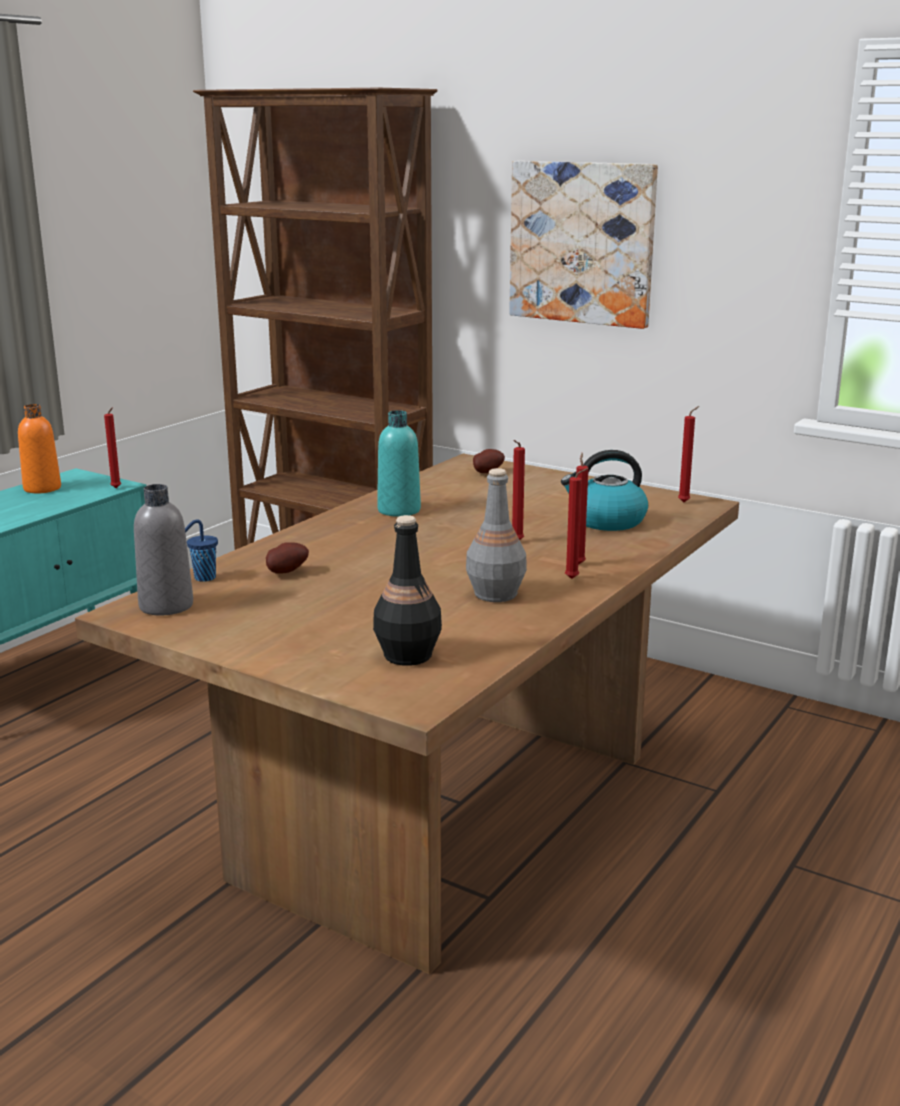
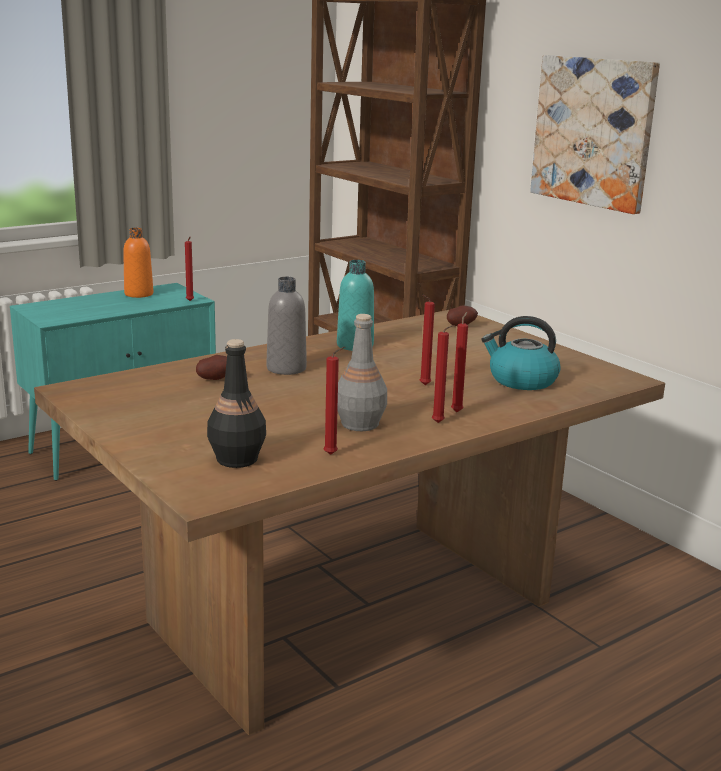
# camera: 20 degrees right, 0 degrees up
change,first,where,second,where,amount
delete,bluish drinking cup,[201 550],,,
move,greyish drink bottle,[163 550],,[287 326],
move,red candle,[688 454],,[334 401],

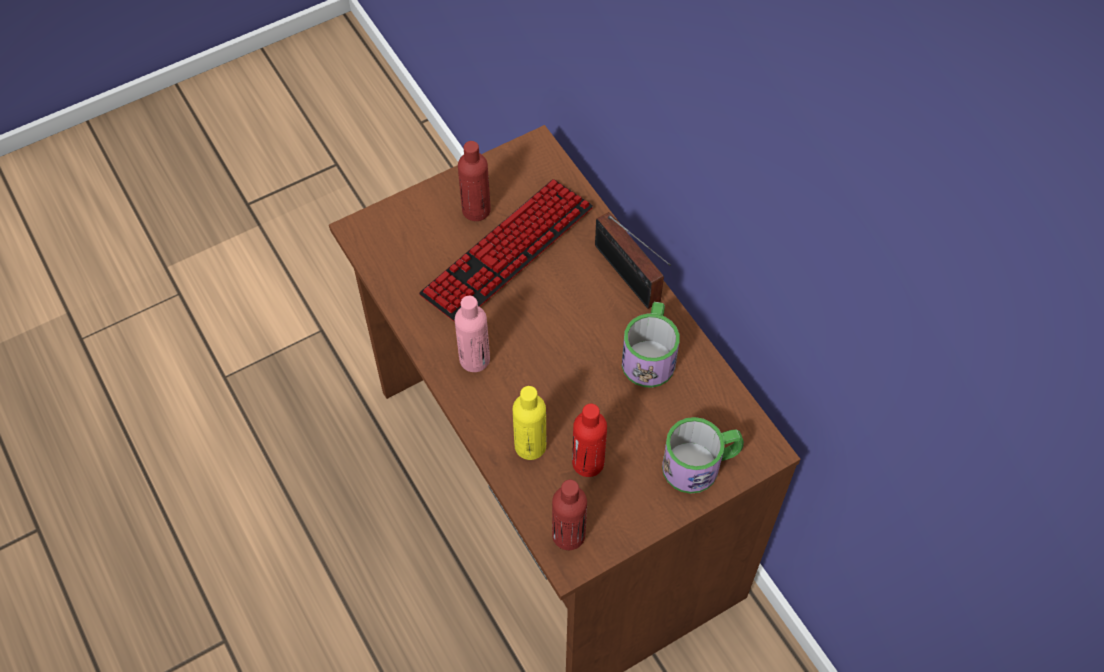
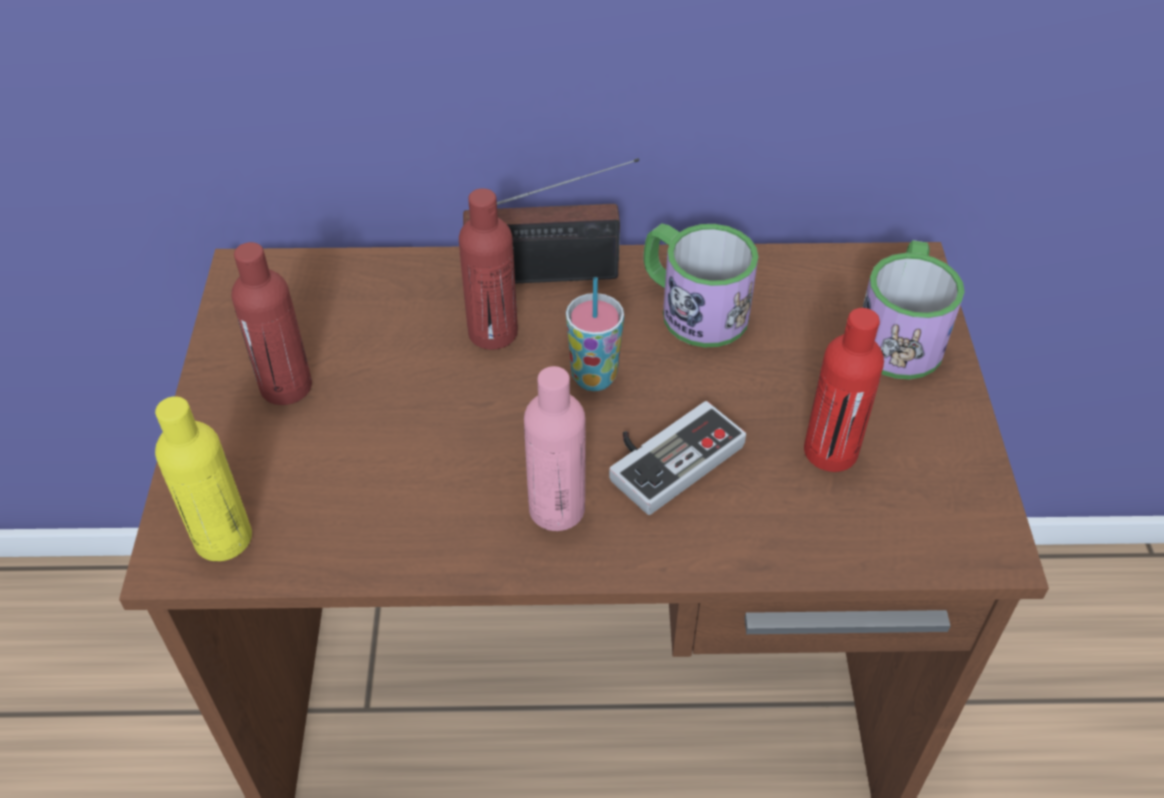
# camera: 60 degrees left, 10 degrees down
change,first,where,second,where,amount
delete,computer keyboard,[506 250],,,
insert,,,drinking cup,[595 334],
insert,,,game controller,[677 458],
move,yellowish drink bottle,[529 423],,[203 478],
move,red drink bottle,[569 515],,[488 269],

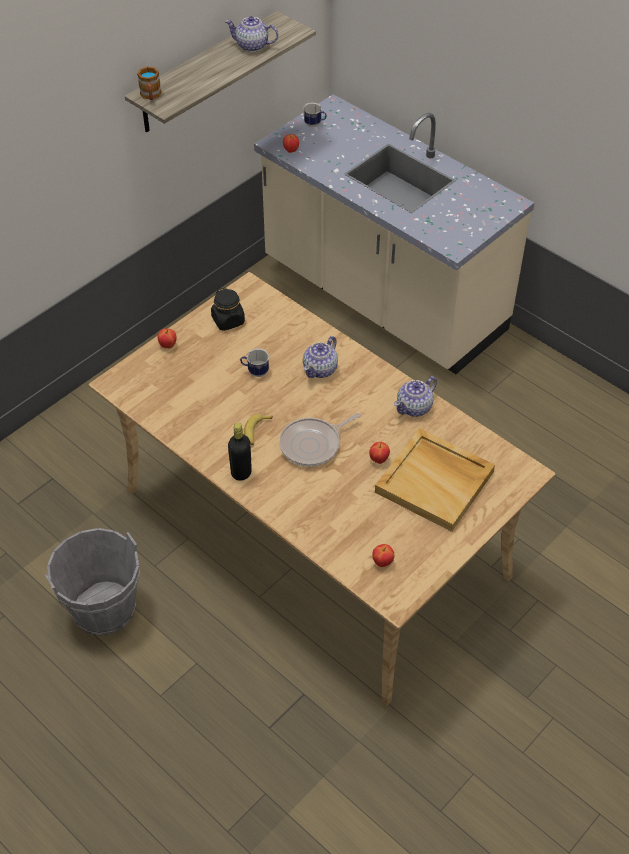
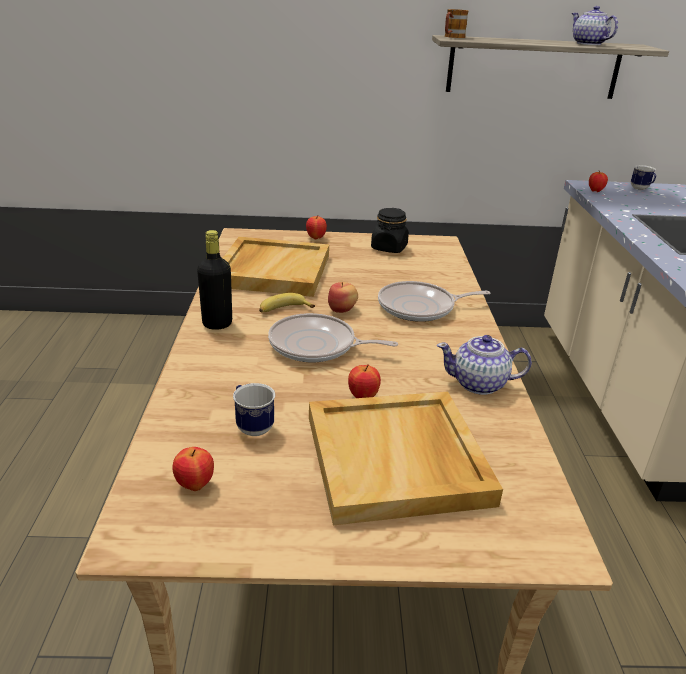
# camera: 45 degrees right, 20 degrees down
change,first,where,second,where,amount
delete,greyish pail,[92 582],,,
insert,,,sand-coloured carrying tray,[276 267],
insert,,,apple fruit,[343 297],
move,mug,[254 362],,[254 409],
replace,tea pot,[320 357],frying pan,[434 301],

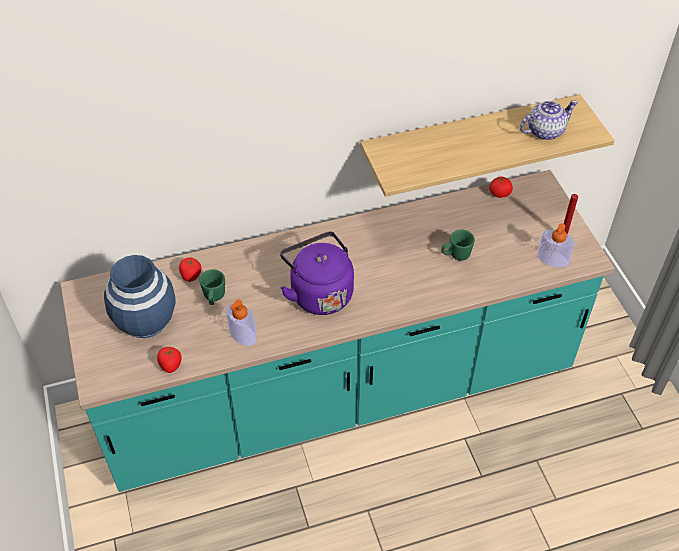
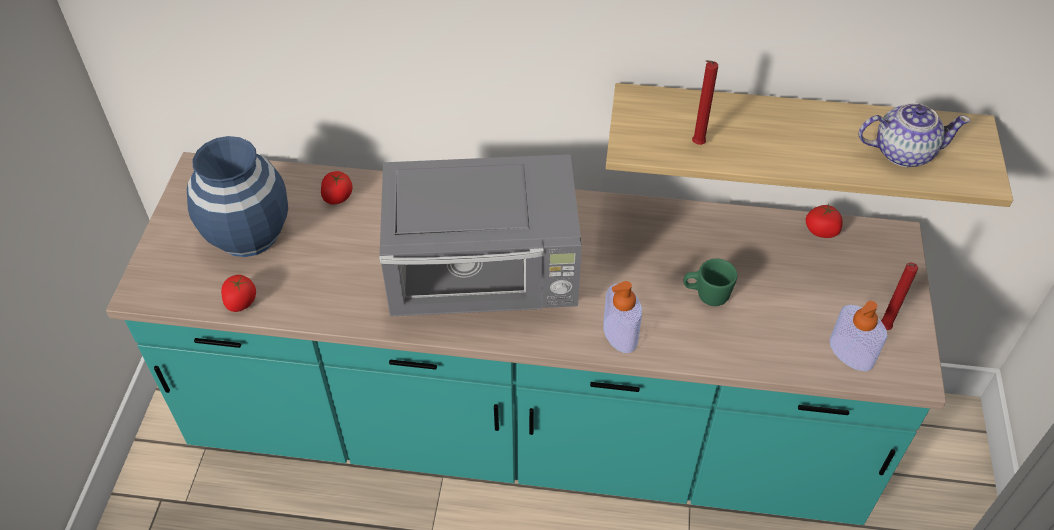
# camera: 25 degrees right, 0 degrees up
change,first,where,second,where,amount
delete,green mug,[212 287],,,
insert,,,red candle,[705 102],
move,soap bottle,[241 322],,[622 317],
replace,purple-coloured kettle,[317 273],greyish kitchen microwave,[480 235],

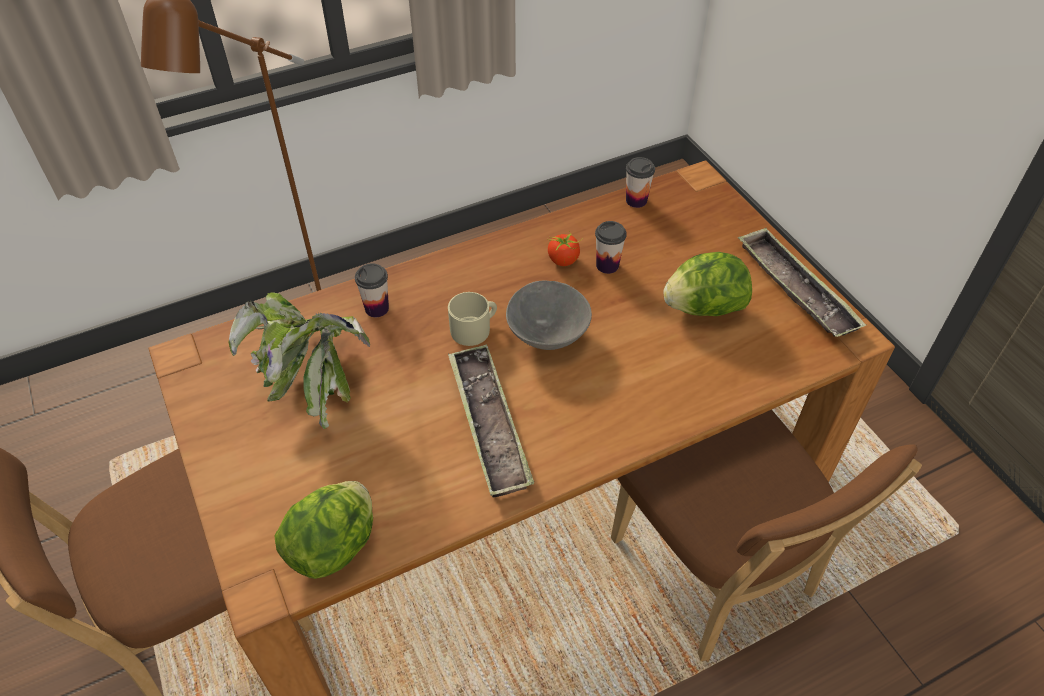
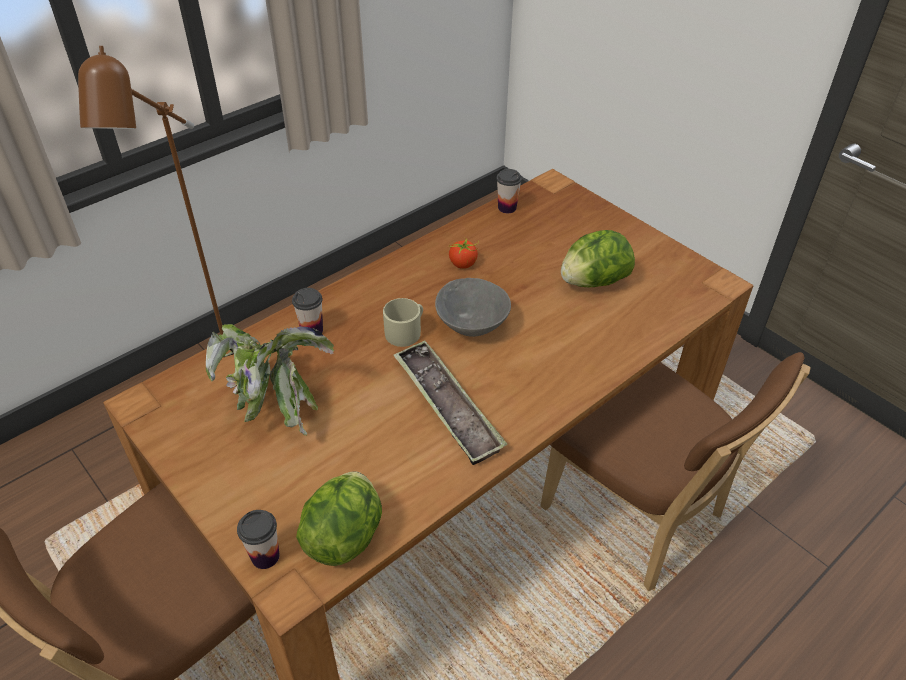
# camera: 15 degrees left, 5 degrees down
change,first,where,second,where,amount
delete,carrying tray,[802 282],,,
move,drinking cup,[611 247],,[258 539],

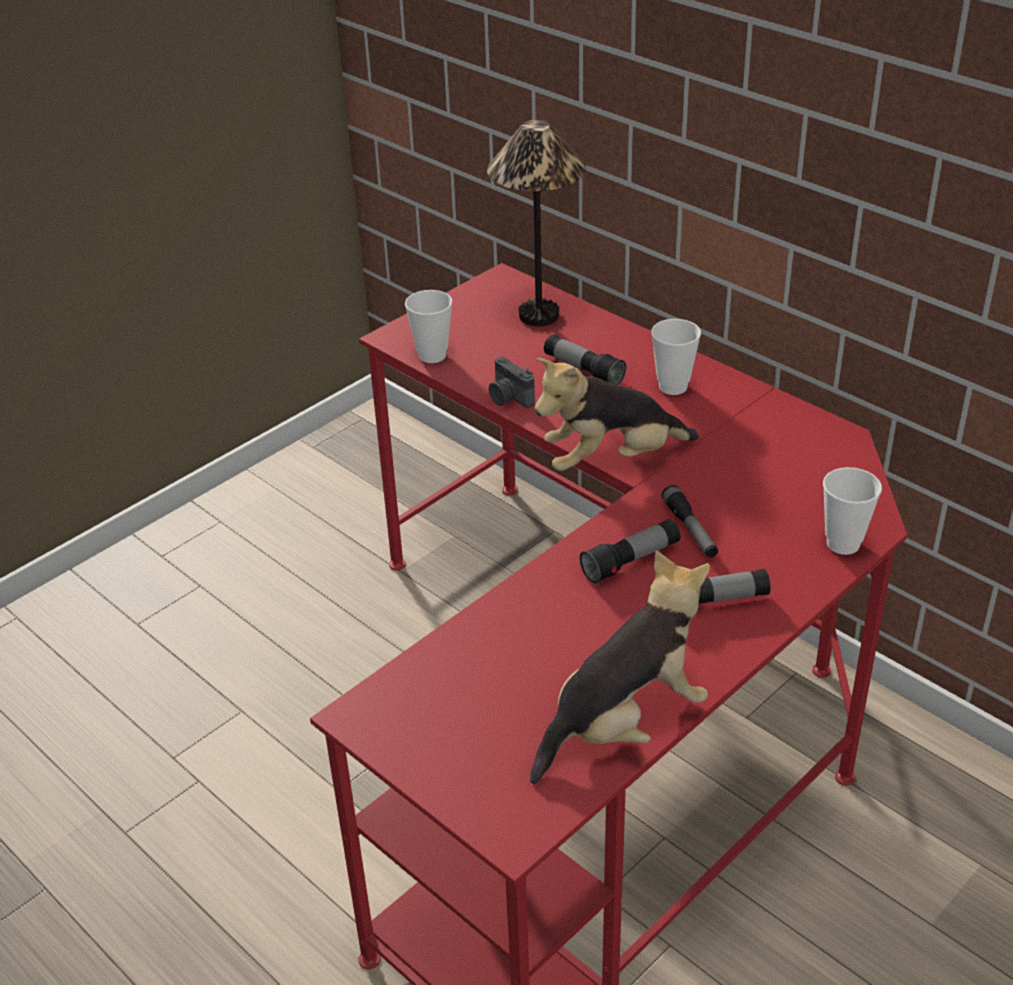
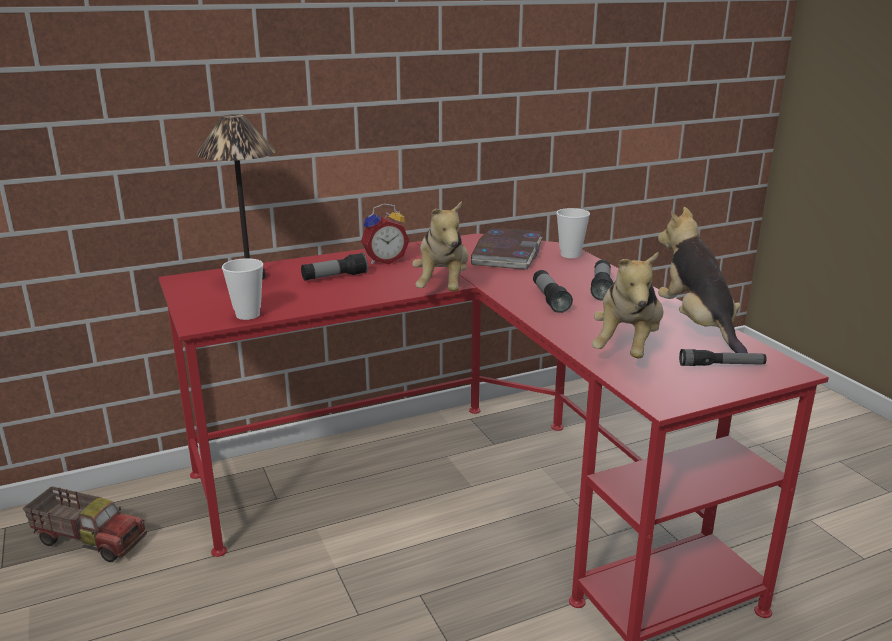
# camera: 70 degrees left, 15 degrees down
change,first,where,second,where,amount
delete,still camera,[512 382],,,
insert,,,toy lorry,[85 524],
insert,,,book,[506 249],
insert,,,plush toy,[627 304],
move,torch,[689 521],,[723 357],
replace,drinking cup,[676 357],alarm clock,[385 233],

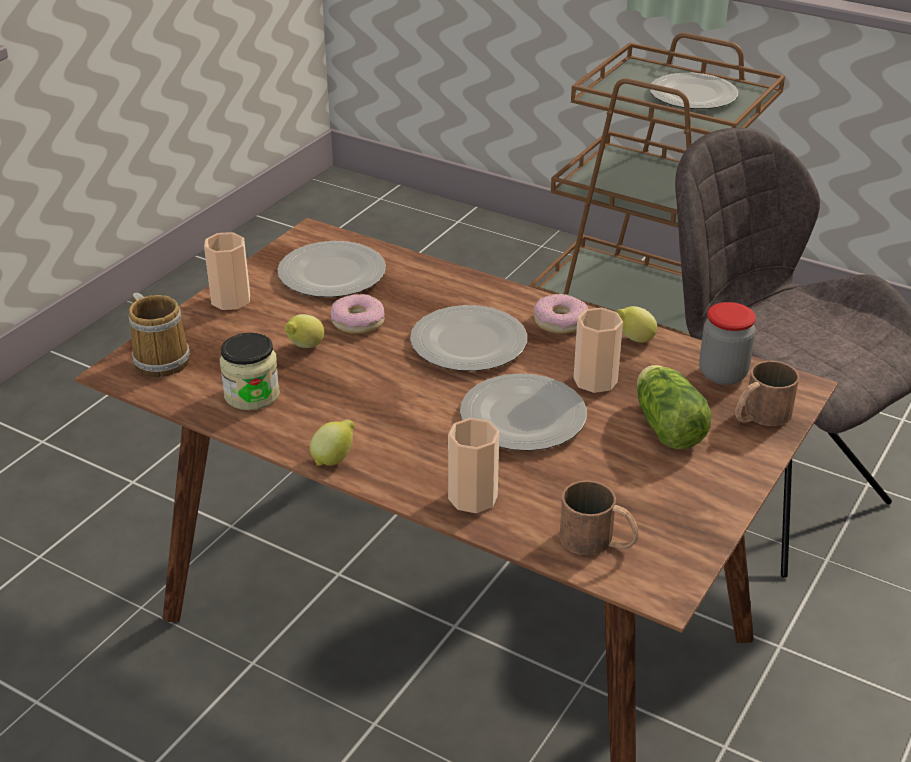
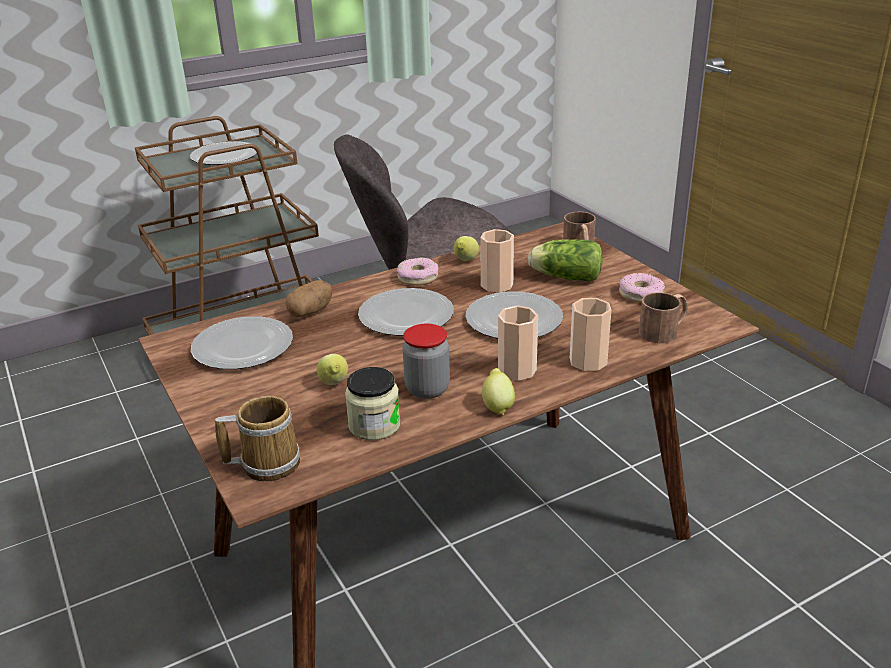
# camera: 60 degrees left, 5 degrees down
change,first,where,second,where,amount
insert,,,whole potato,[308 298],
move,drinking cup,[227 271],,[518 343],
move,donut,[357 314],,[642 288],
move,preserve jar,[727 343],,[426 361],

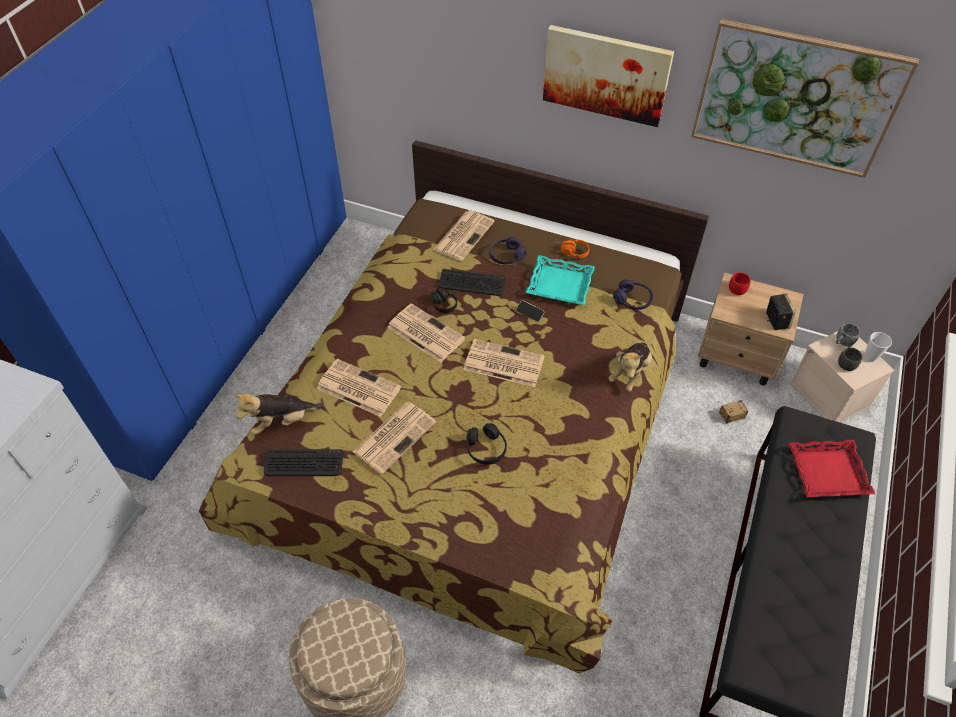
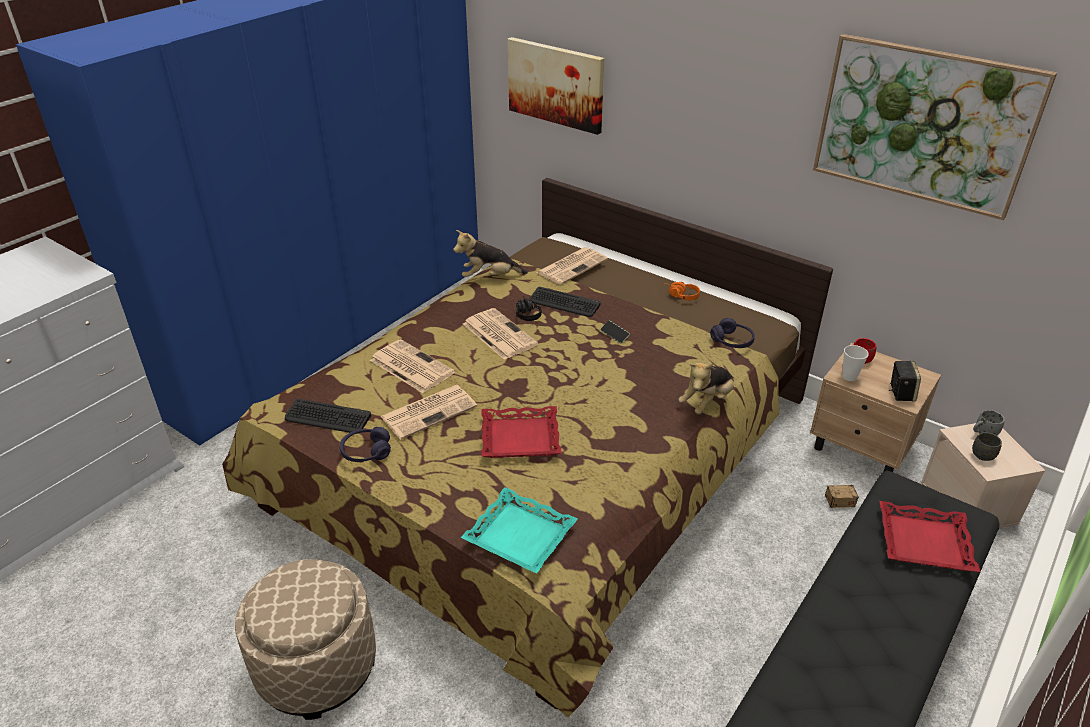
# camera: 15 degrees right, 15 degrees down
change,first,where,second,where,amount
delete,printed paper,[504 363],,,
move,plush toy,[279 414],,[490 253],
move,purple-coloured pair of headphones,[508 250],,[365 444],
move,turquoise carrying tray,[560 280],,[519 530],
move,wall picture,[608 76],,[555 86],
move,drinking cup,[878 347],,[855 363],
replace,blackish pair of headphones,[486 444],red carrying tray,[522 432],

